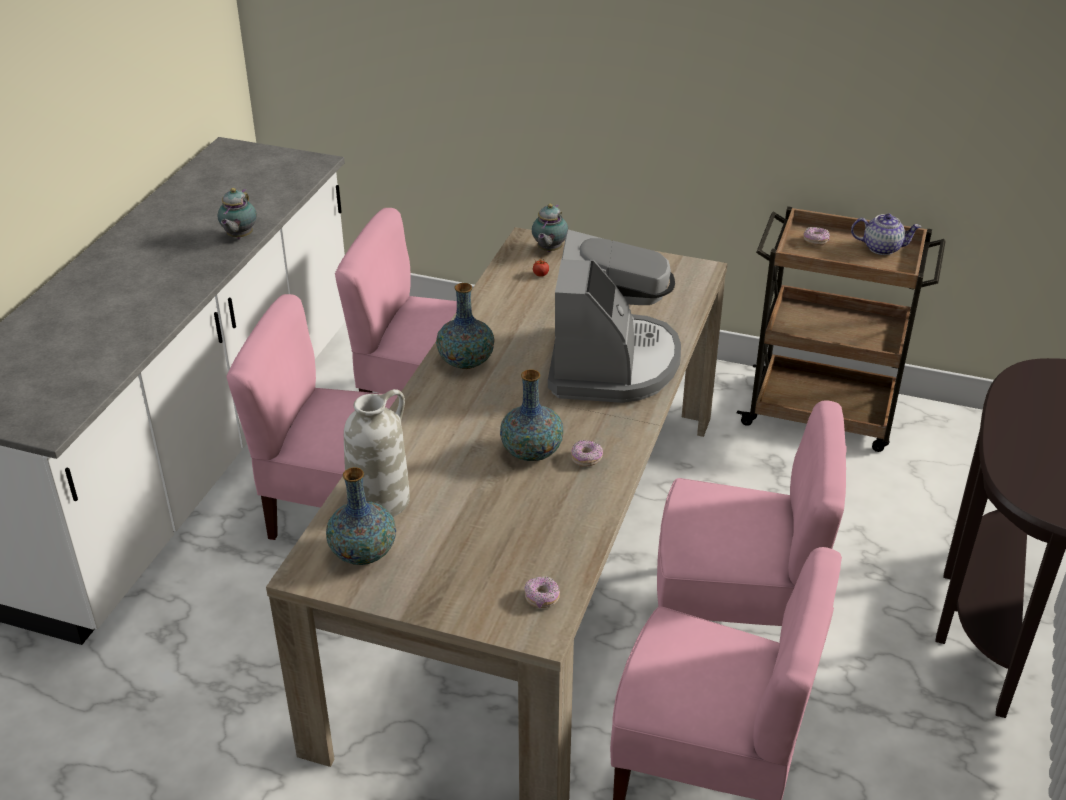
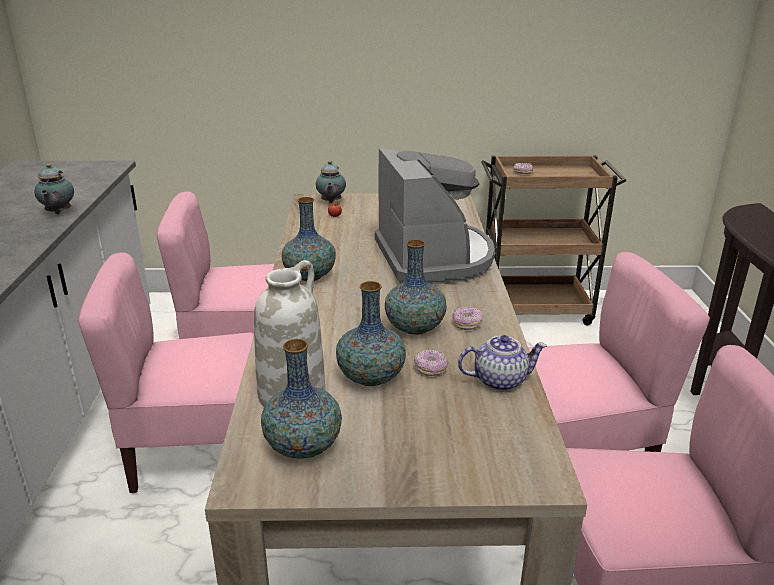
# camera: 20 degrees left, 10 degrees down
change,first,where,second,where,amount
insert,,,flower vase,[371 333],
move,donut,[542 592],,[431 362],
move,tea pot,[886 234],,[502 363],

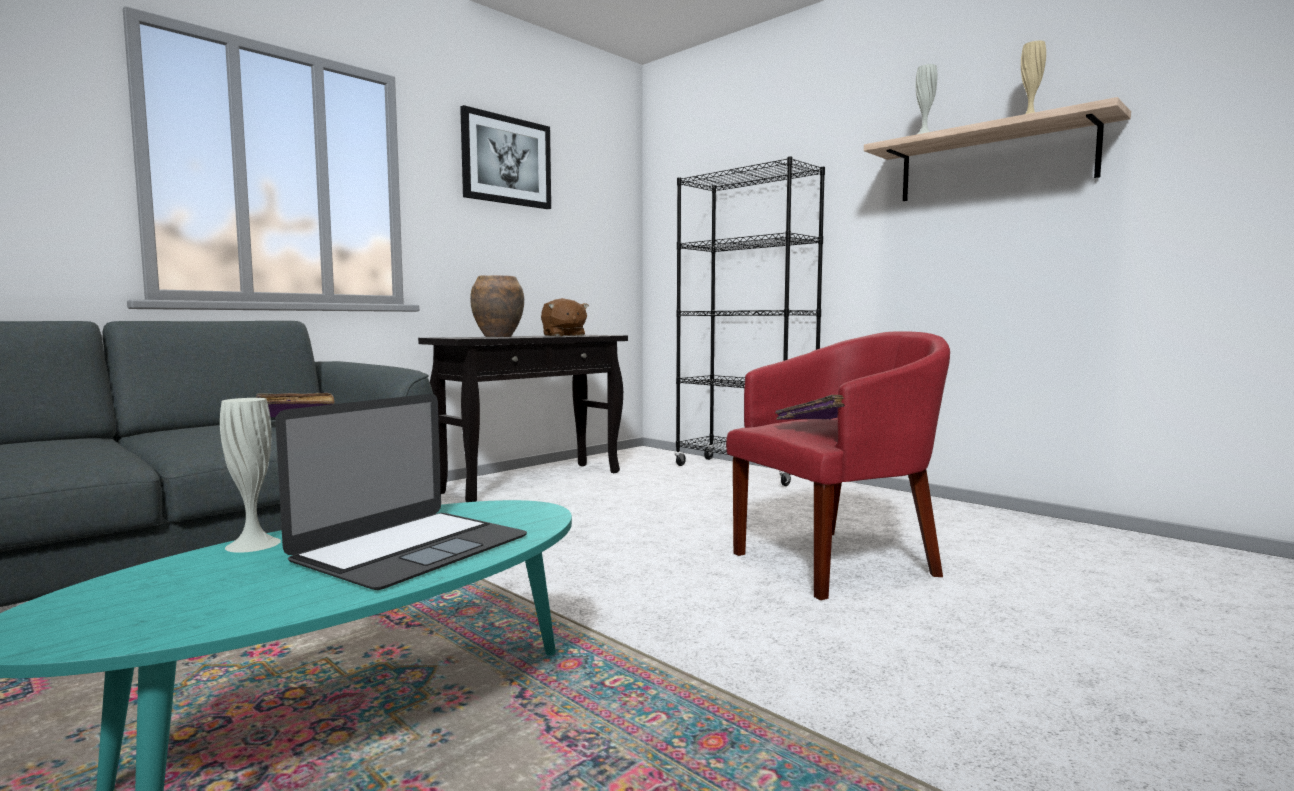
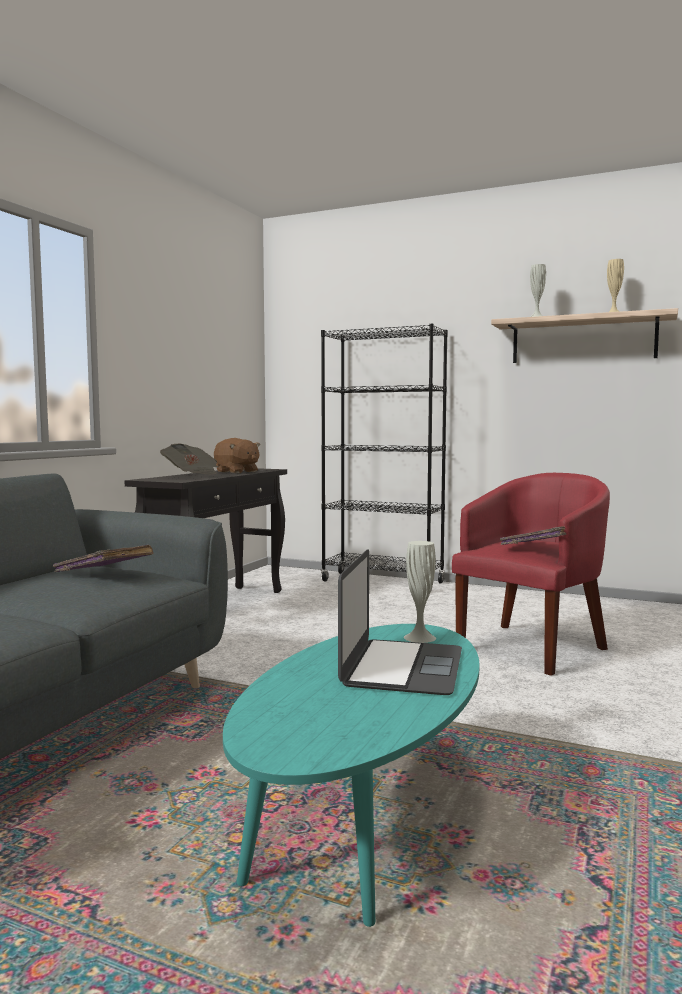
# camera: 20 degrees left, 0 degrees up
change,first,where,second,where,amount
delete,wall picture,[505 157],,,
move,whitish flower vase,[250 475],,[420 592],
replace,brownish flower vase,[497 306],printed paper,[189 459],

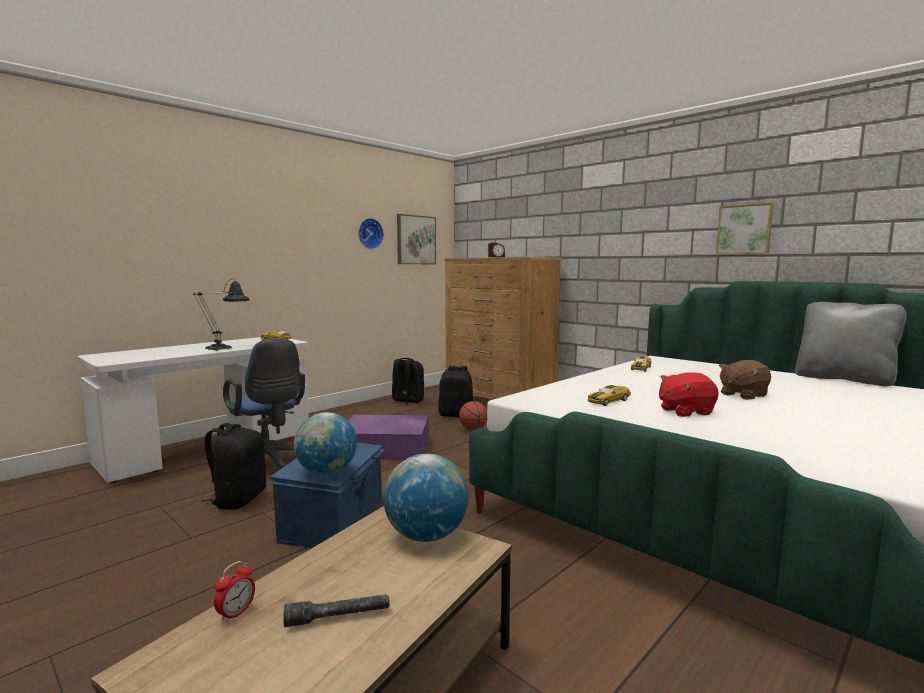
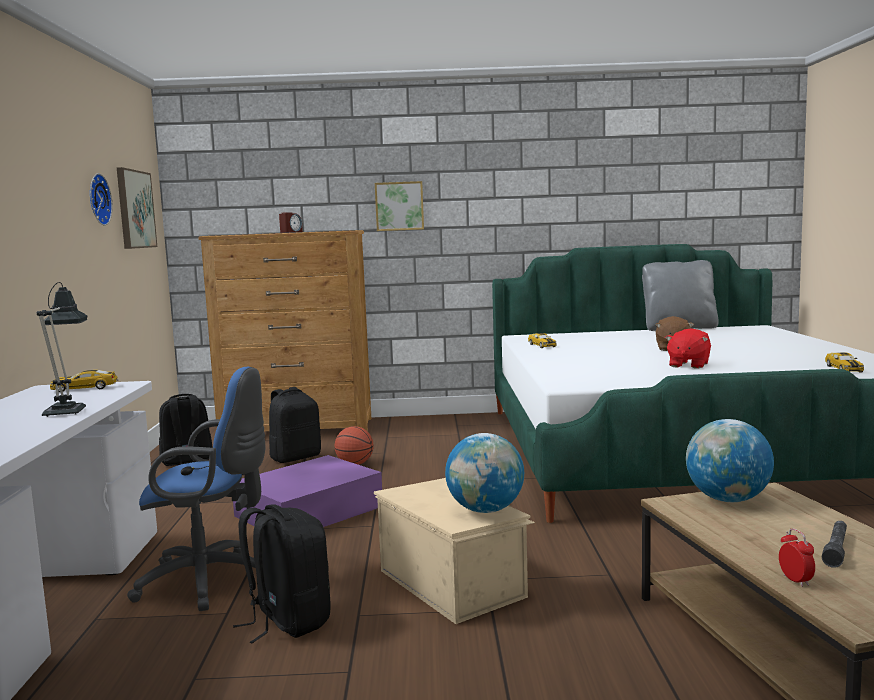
# camera: 45 degrees left, 0 degrees up
change,first,where,second,where,amount
move,model car,[609 395],,[844 362],
move,wall picture,[745 228],,[399 206],
recolor,bluish storage box,[327 495],sand-coloured storage box,[454 551],

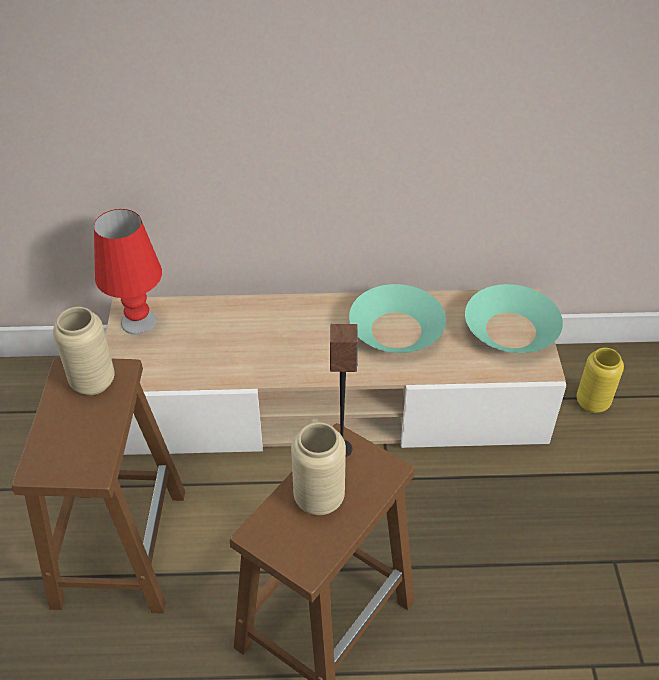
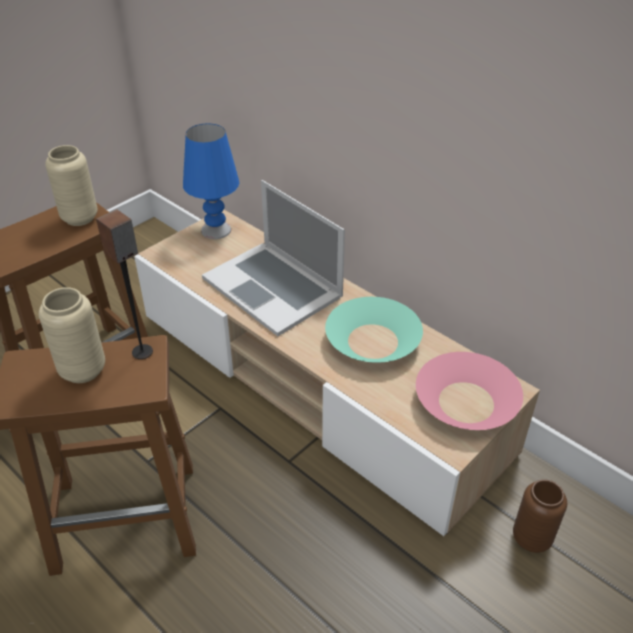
# camera: 45 degrees right, 5 degrees down
change,first,where,second,where,amount
insert,,,portable computer,[273 258],
recolor,red lamp for a table,[128 272],bluish lamp for a table,[211 181],
recolor,turquoise deep dish,[514 318],pinkish deep dish,[469 391],
recolor,yellowish flower vase,[600 380],brownish flower vase,[540 516],

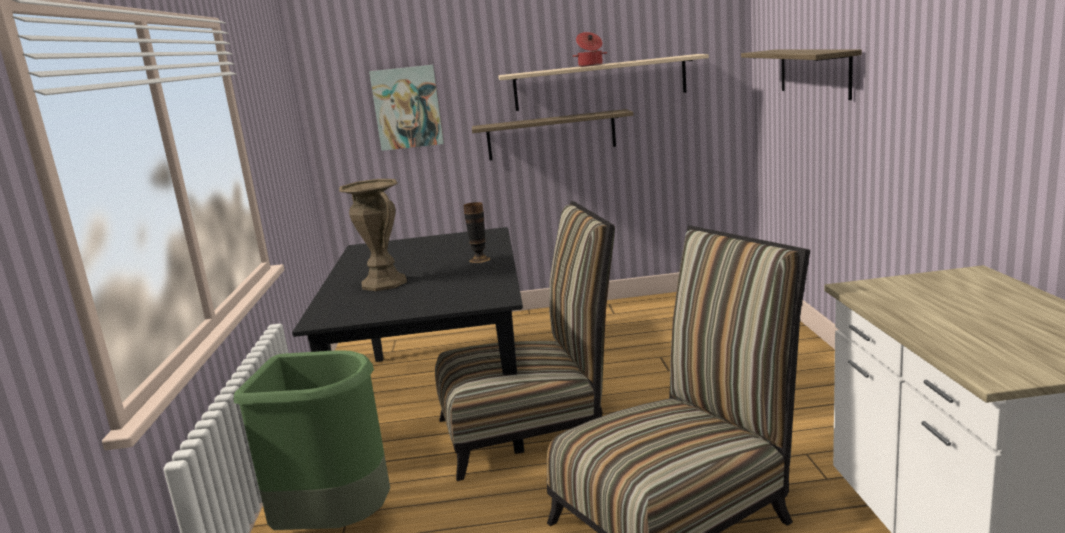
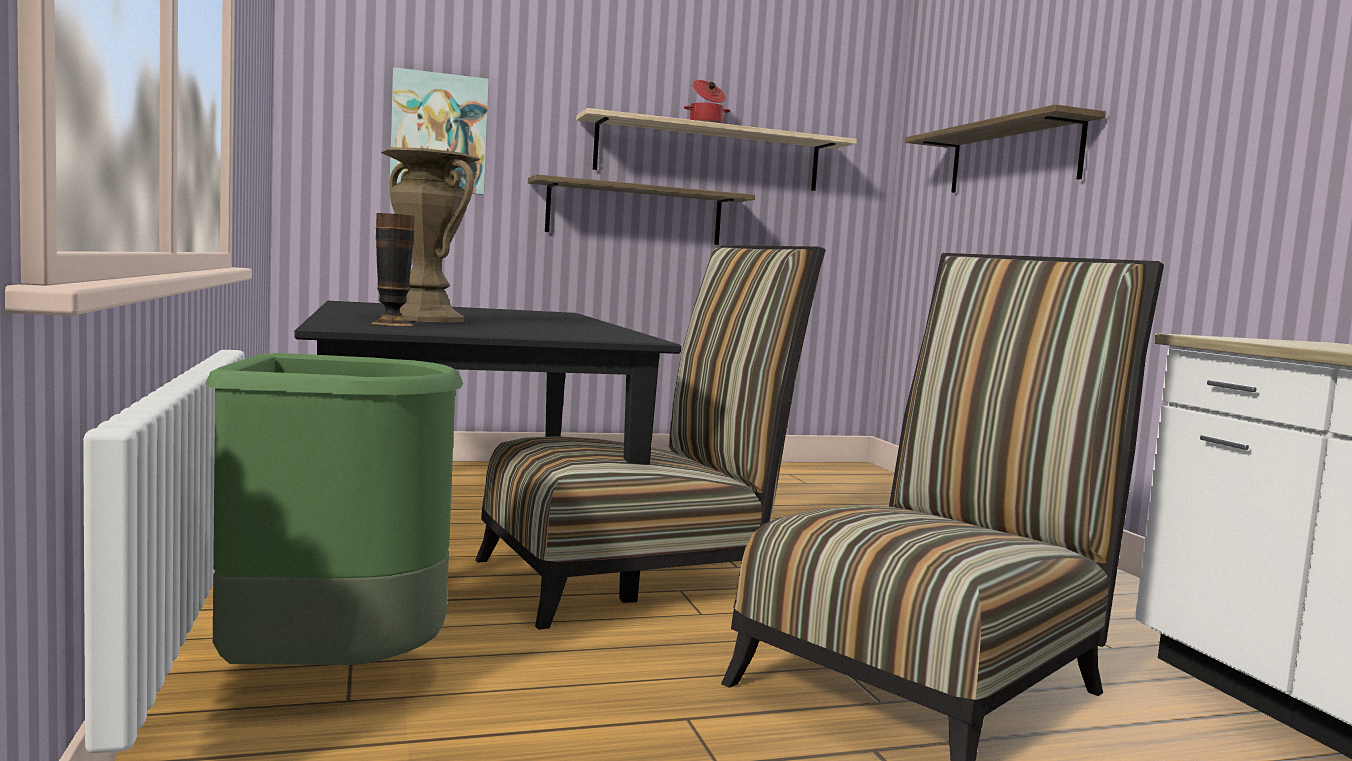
# camera: 15 degrees left, 10 degrees down
change,first,where,second,where,amount
move,flower vase,[476 232],,[393 269],

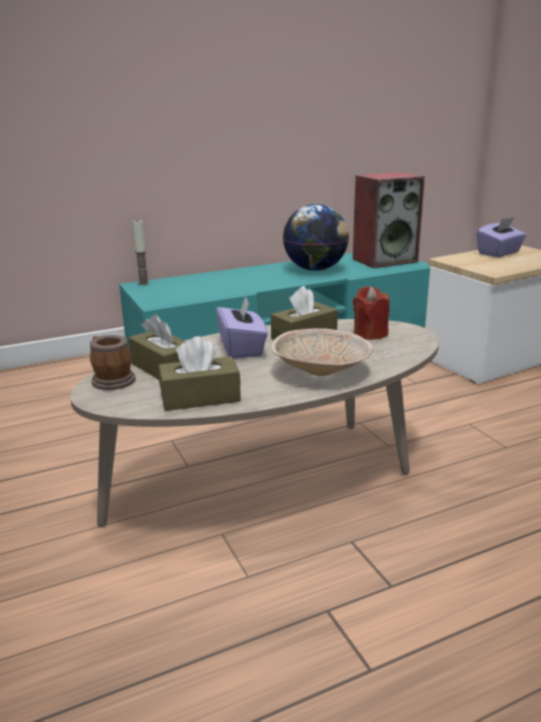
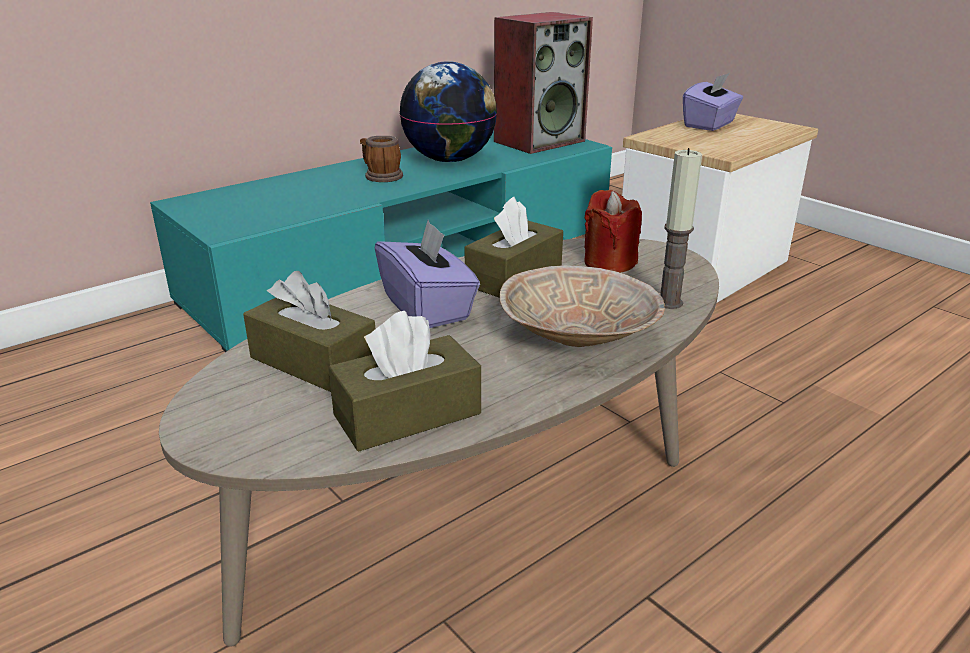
# camera: 15 degrees left, 5 degrees up
change,first,where,second,where,amount
move,mug,[113 362],,[381 159],
move,candle,[140 252],,[681 228],

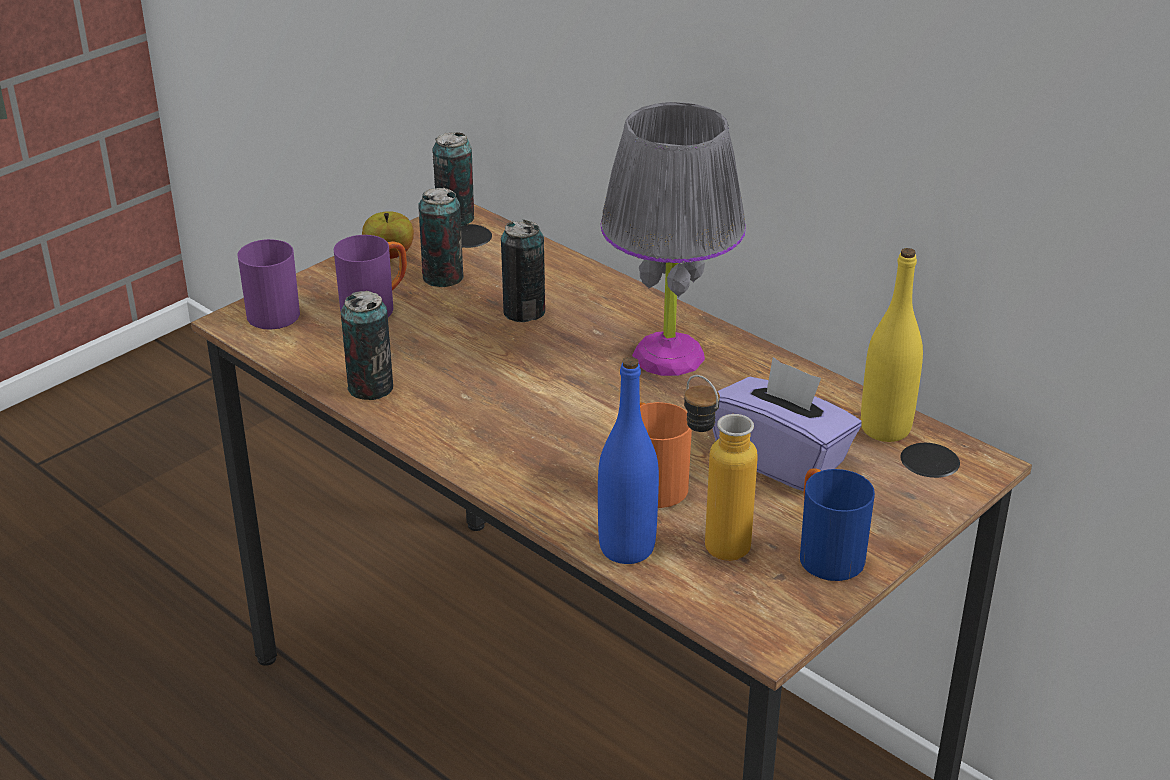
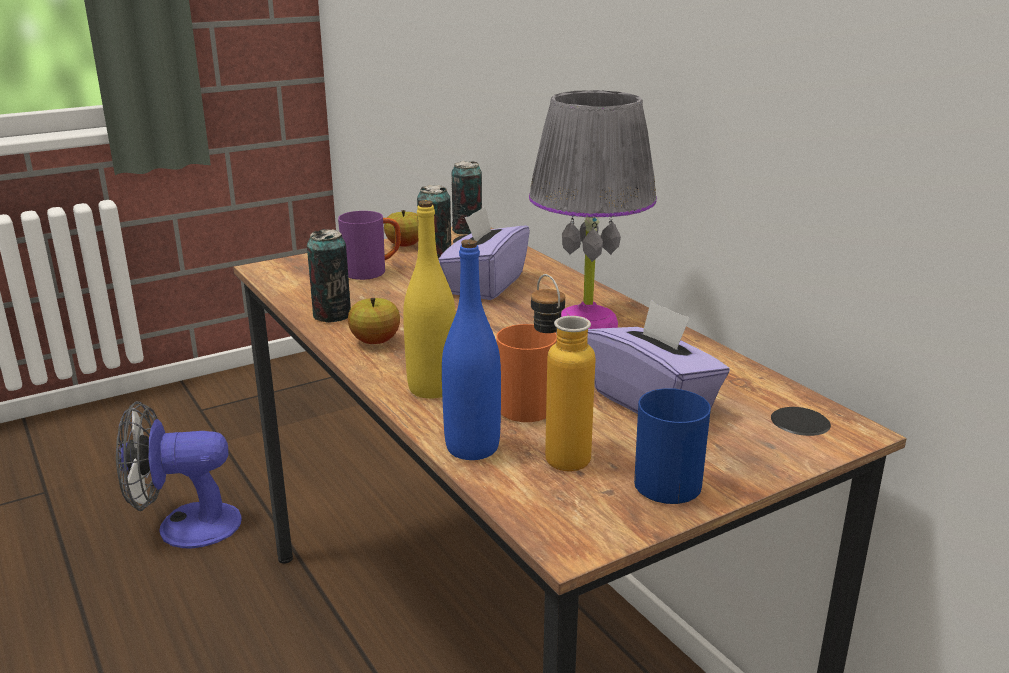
# camera: 15 degrees right, 10 degrees down
change,first,where,second,where,amount
delete,purple-coloured mug,[269 284],,,
insert,,,cooling fan,[179 475],
insert,,,apple fruit,[374 321],
move,yellowish drink bottle,[892 345],,[429 299],
replace,can,[523 271],purple-coloured tissue box,[484 253],

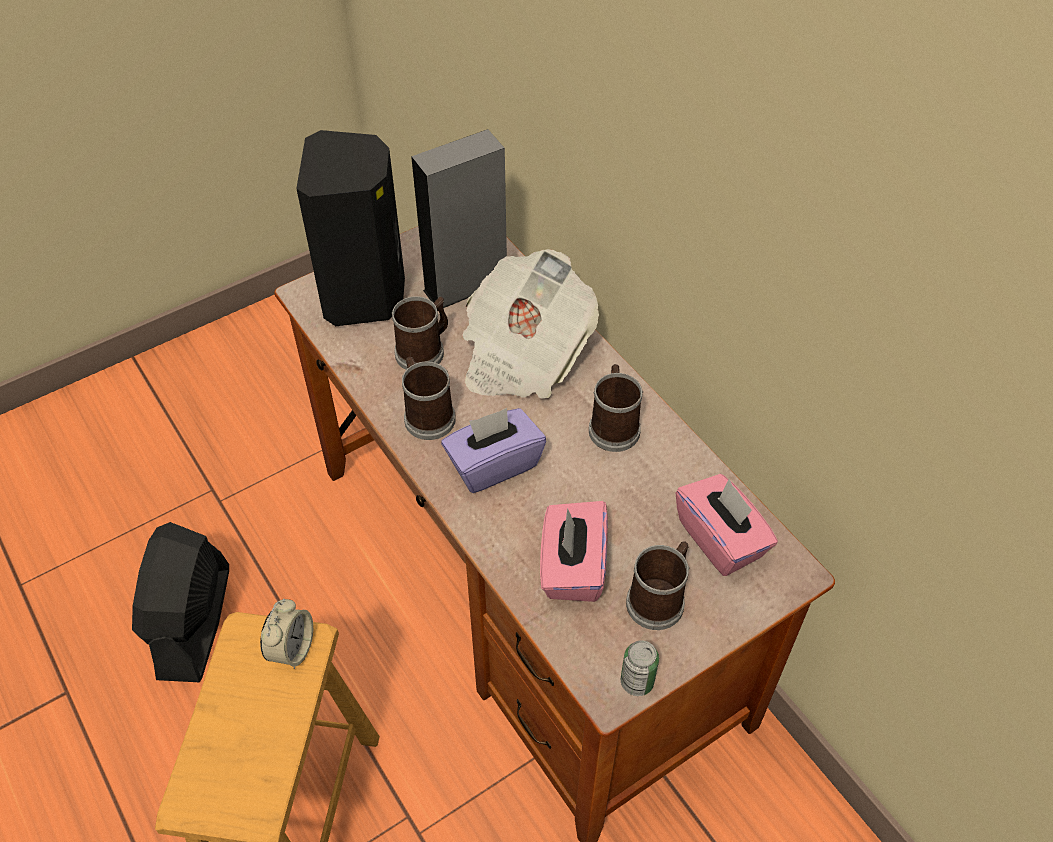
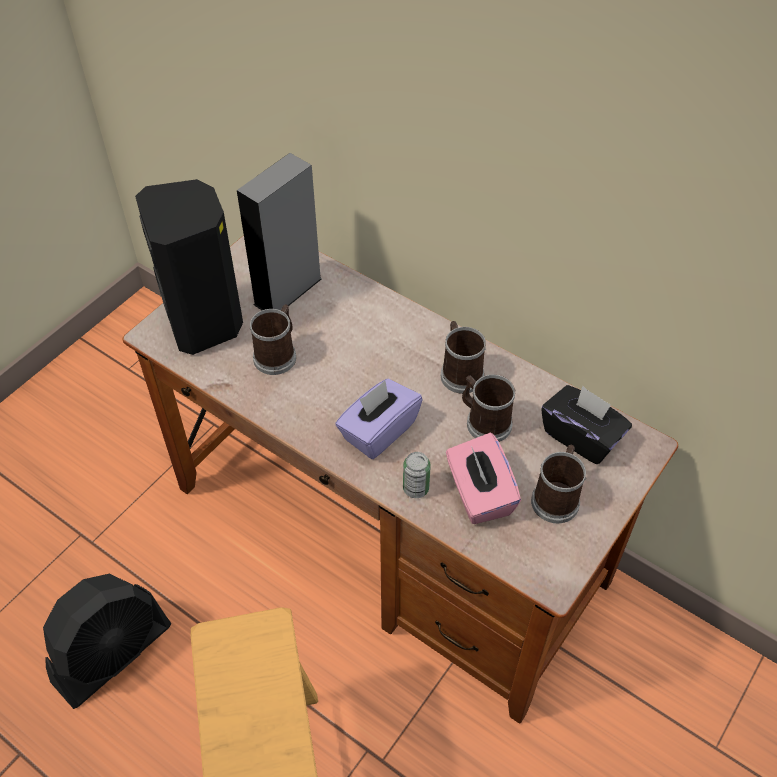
# camera: 20 degrees left, 0 degrees up
change,first,where,second,where,amount
delete,alarm clock,[286 634],,,
delete,printed paper,[530 324],,,
move,mug,[429 398],,[489 408],
move,can,[640 668],,[417 475],
recolor,pinkish tissue box,[727 525],blackish tissue box,[586 424],
rotate,blackish cooling fan,[180 602],,[107 641],120 degrees counterclockwise

